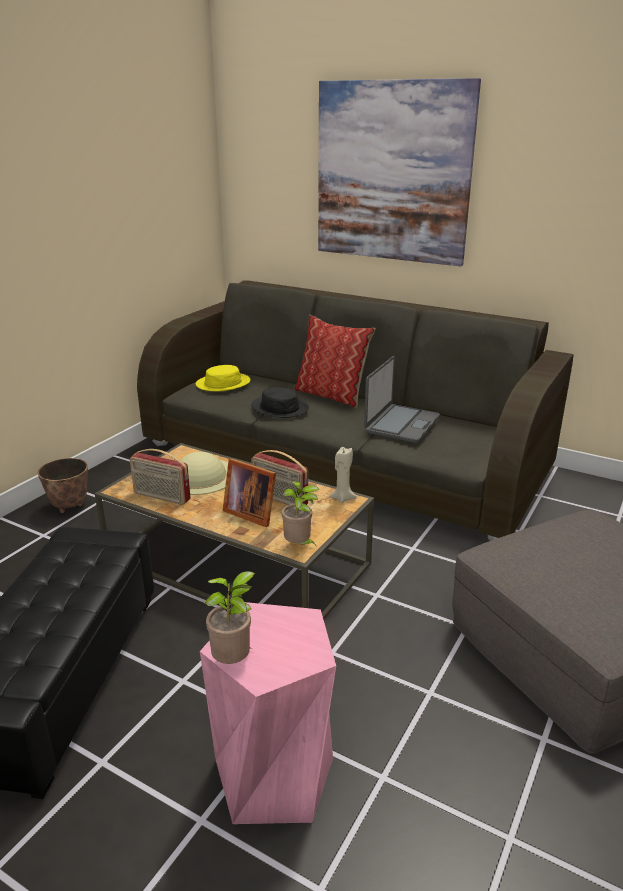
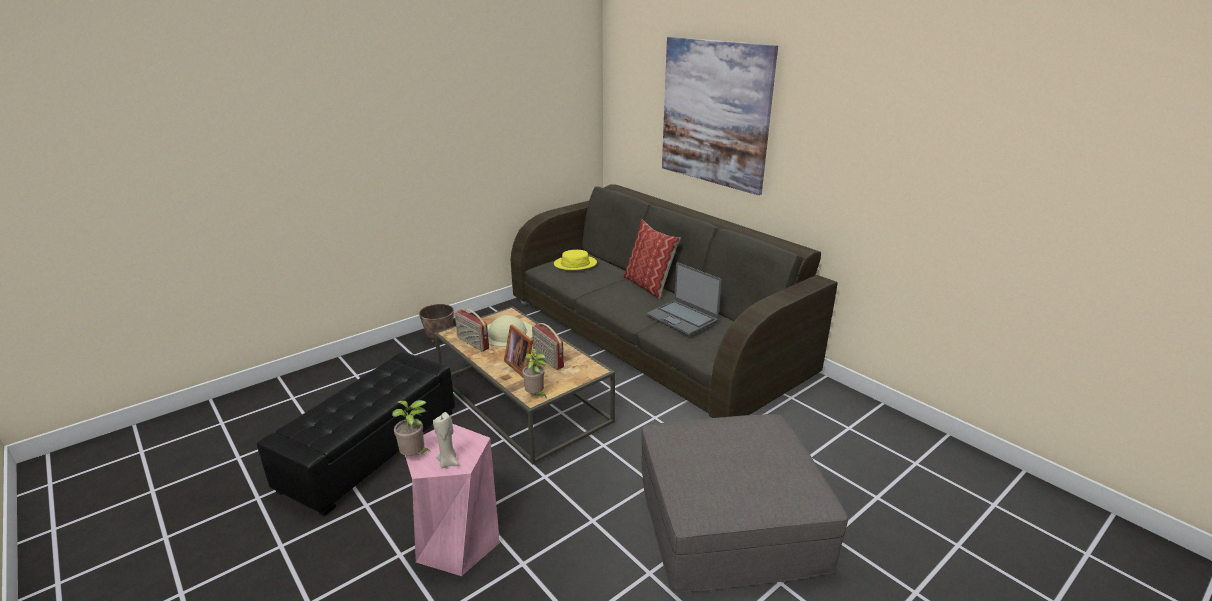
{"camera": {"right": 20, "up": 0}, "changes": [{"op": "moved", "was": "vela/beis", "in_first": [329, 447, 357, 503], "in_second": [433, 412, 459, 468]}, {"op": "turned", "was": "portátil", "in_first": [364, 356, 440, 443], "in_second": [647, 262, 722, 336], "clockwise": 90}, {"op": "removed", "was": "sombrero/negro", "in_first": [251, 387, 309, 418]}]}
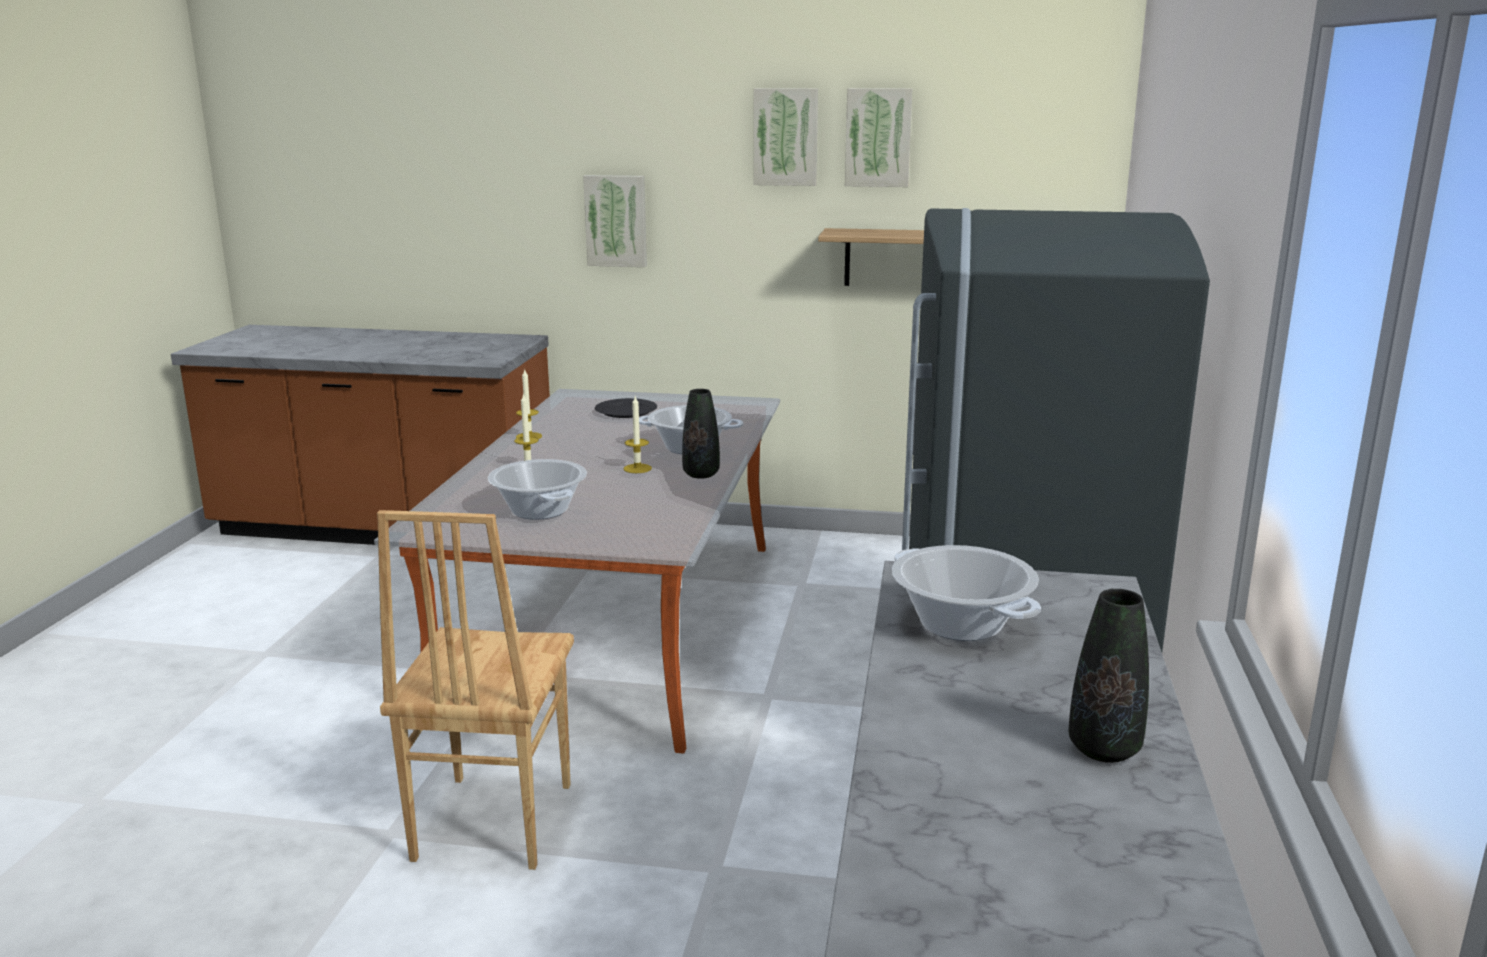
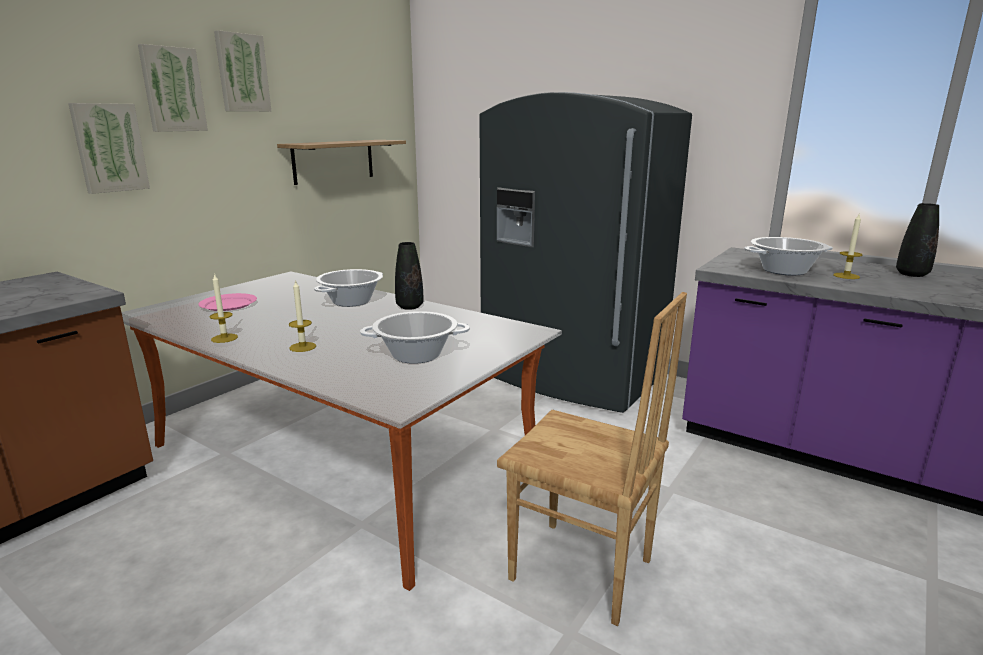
{"camera": {"right": -65, "up": 0}, "changes": [{"op": "moved", "was": "cuadro", "in_first": [845, 88, 913, 187], "in_second": [138, 44, 208, 132]}, {"op": "recoloured", "was": "plato/negro", "now": "plato/rosa", "in_first": [595, 398, 657, 418], "in_second": [198, 293, 257, 311]}, {"op": "moved", "was": "vela", "in_first": [623, 396, 652, 473], "in_second": [833, 214, 863, 279]}]}
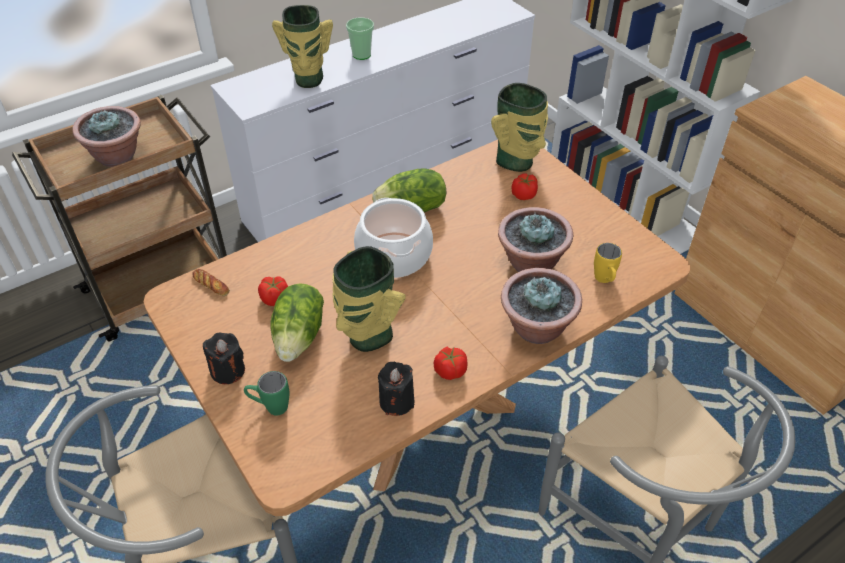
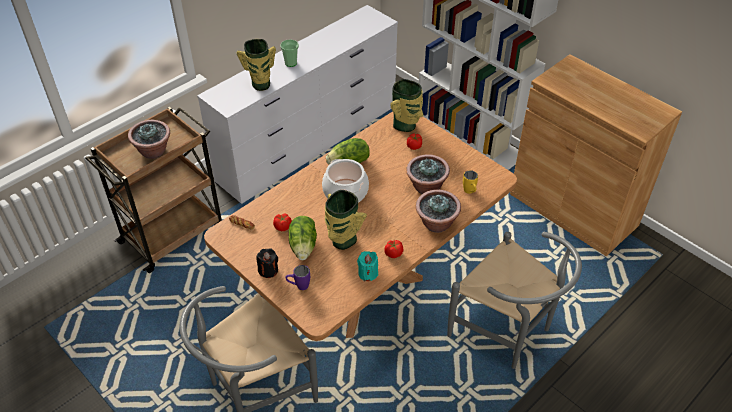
{"camera": {"right": -10, "up": 0}, "changes": [{"op": "recoloured", "was": "taza grande/verde", "now": "taza grande/morado", "in_first": [244, 371, 289, 416], "in_second": [286, 265, 310, 290]}, {"op": "recoloured", "was": "vela/negro", "now": "vela/turquesa", "in_first": [378, 362, 415, 416], "in_second": [357, 251, 378, 281]}]}
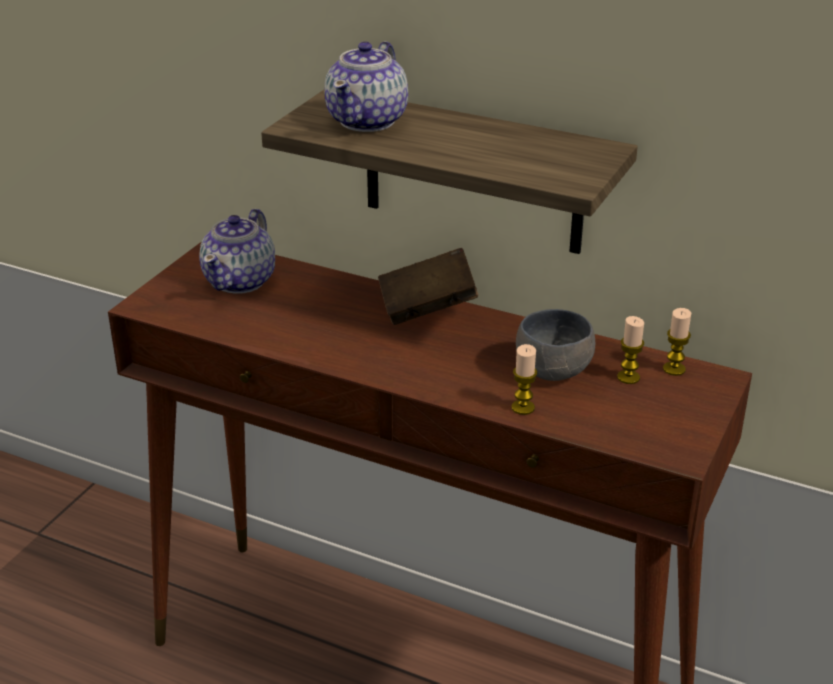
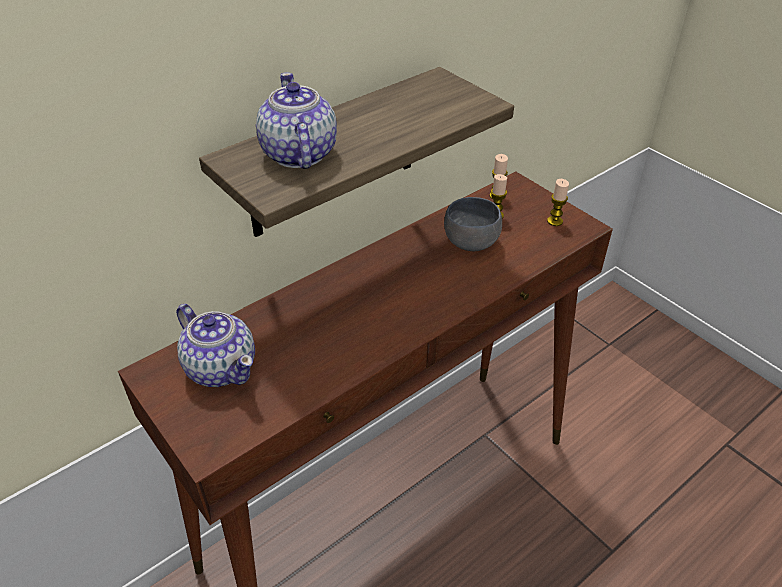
{"camera": {"right": -65, "up": 10}, "changes": [{"op": "turned", "was": "tetera", "in_first": [324, 41, 408, 132], "in_second": [256, 72, 337, 169], "clockwise": -150}, {"op": "moved", "was": "vela", "in_first": [511, 344, 537, 415], "in_second": [547, 179, 569, 226]}, {"op": "removed", "was": "libro/marrón", "in_first": [378, 248, 479, 325]}]}
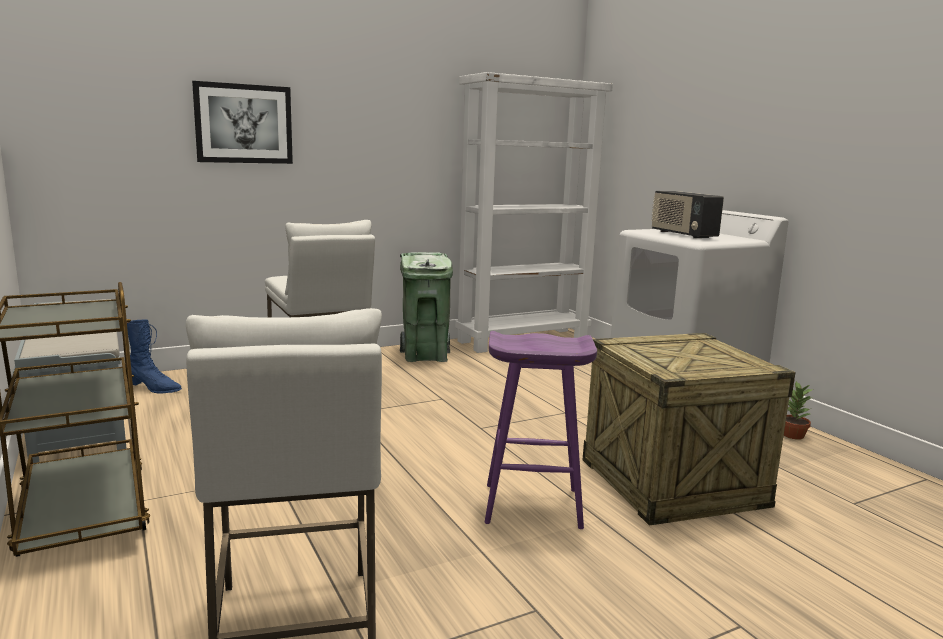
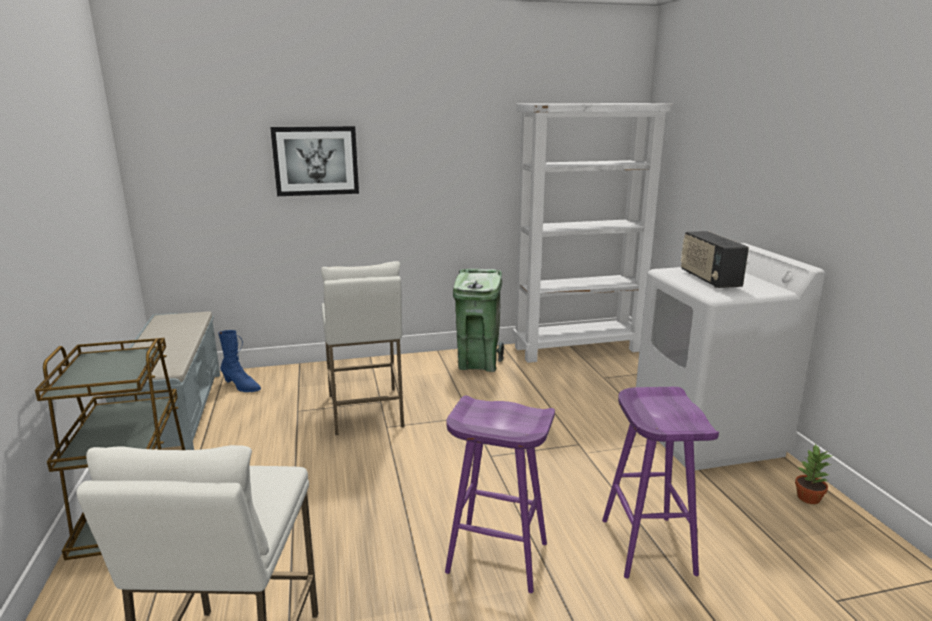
{"camera": {"right": 15, "up": 5}, "changes": [{"op": "replaced", "was": "caja de embalaje", "now": "taburete/morado", "in_first": [583, 333, 796, 526], "in_second": [602, 387, 719, 578]}]}
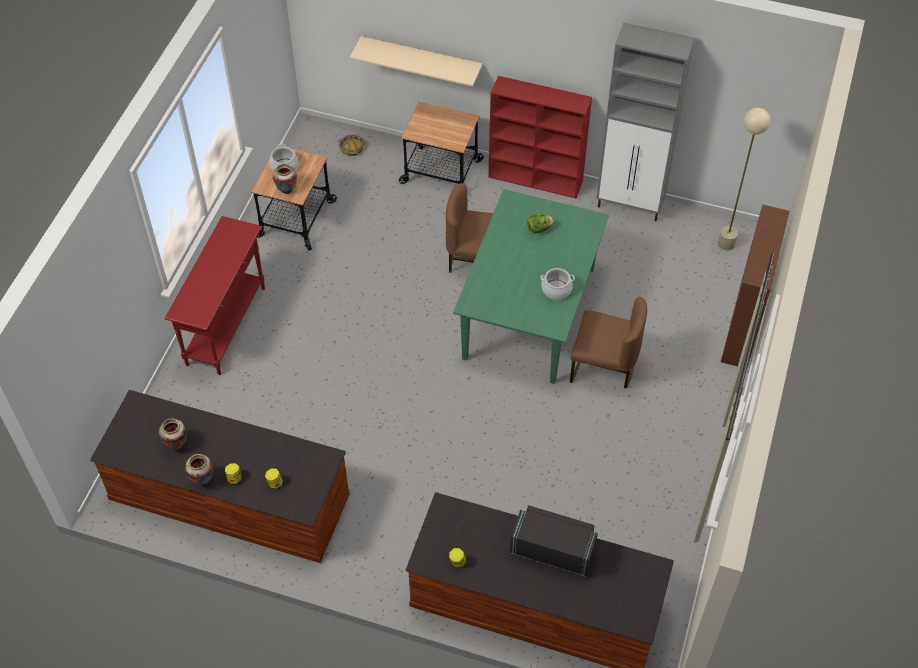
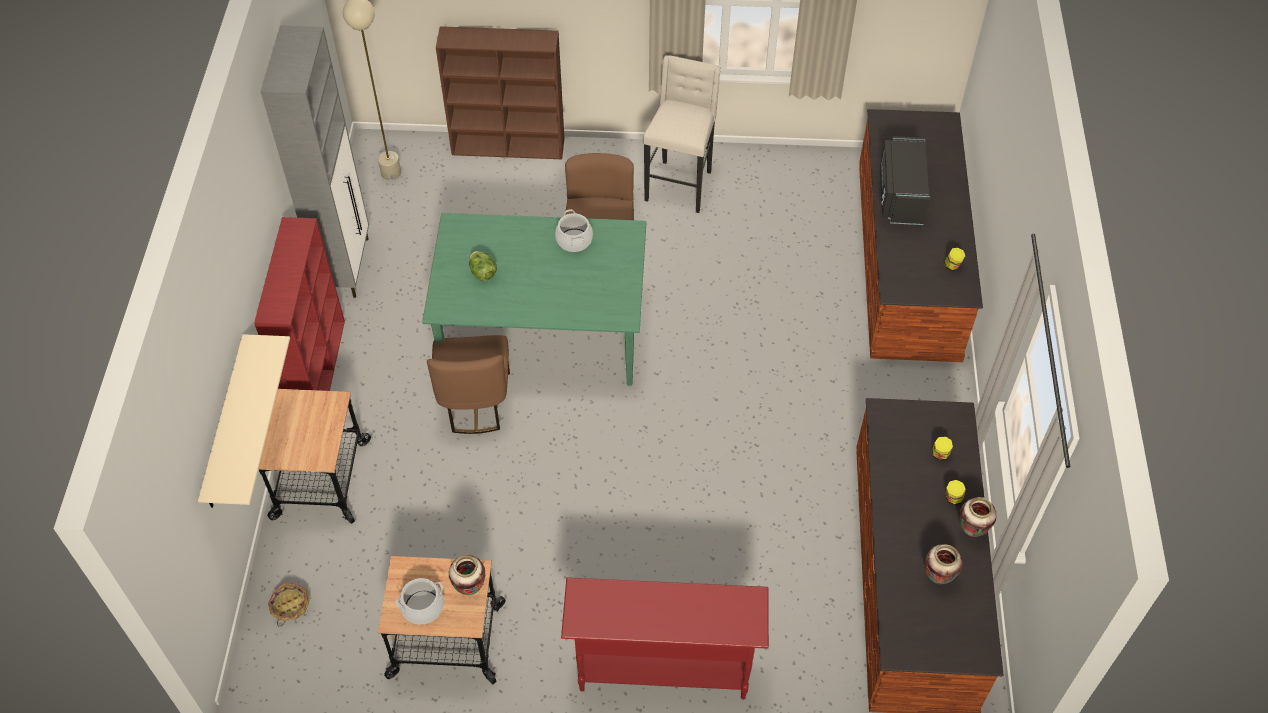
{"camera": {"right": -105, "up": 0}, "changes": [{"op": "added", "now": "taburete/beis", "in_second": [643, 55, 721, 213]}]}
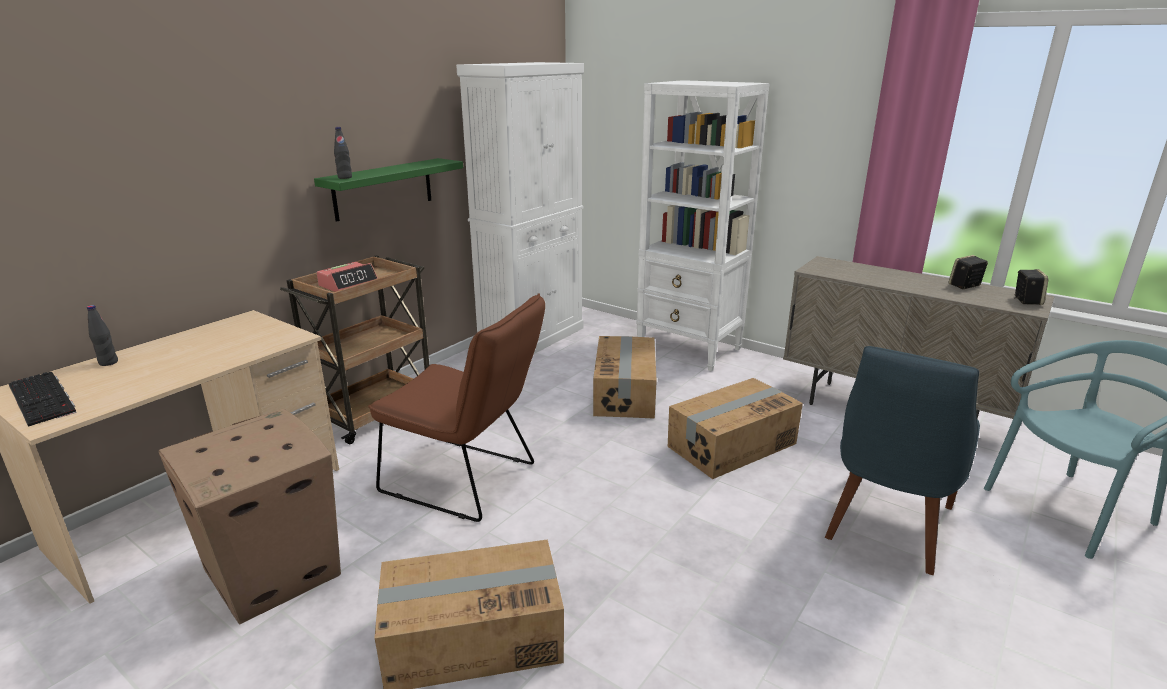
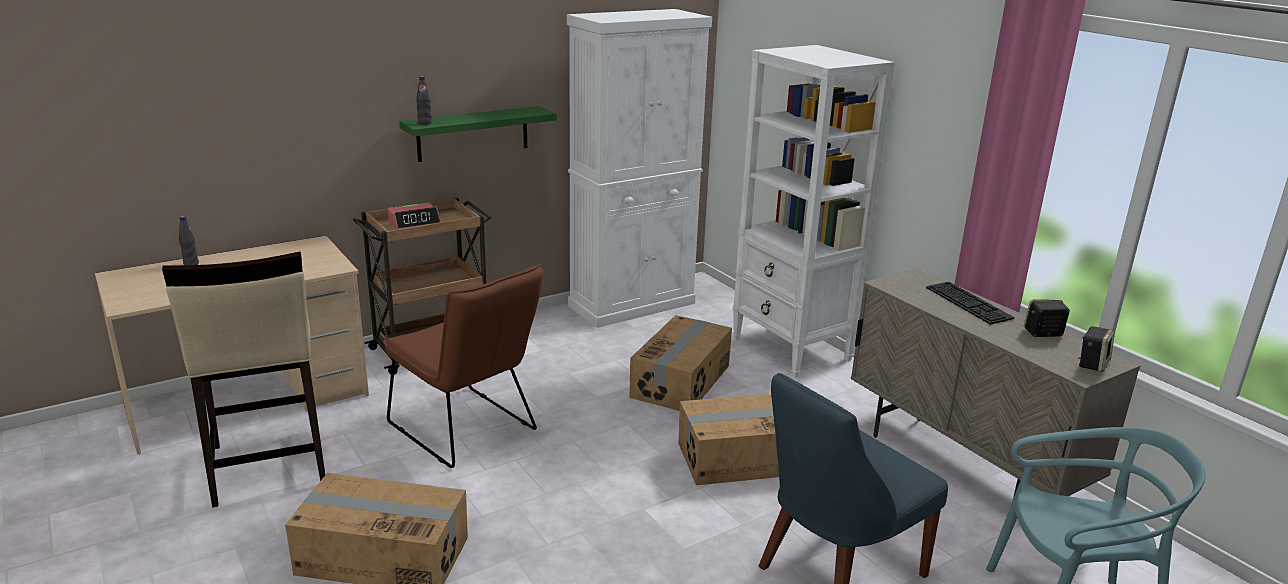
{"camera": {"right": 20, "up": 0}, "changes": [{"op": "replaced", "was": "caja de cartón", "now": "taburete/beis", "in_first": [159, 409, 341, 625], "in_second": [162, 251, 325, 508]}, {"op": "moved", "was": "teclado", "in_first": [9, 372, 77, 427], "in_second": [926, 282, 1015, 325]}]}
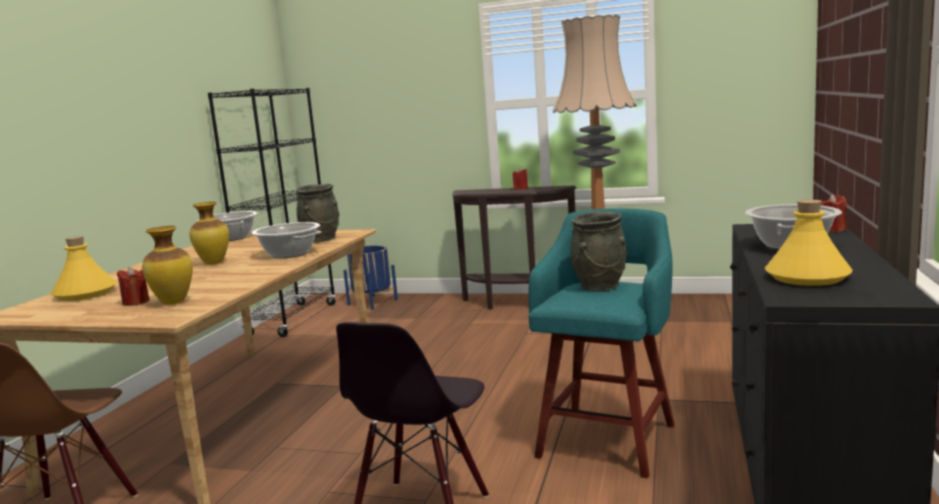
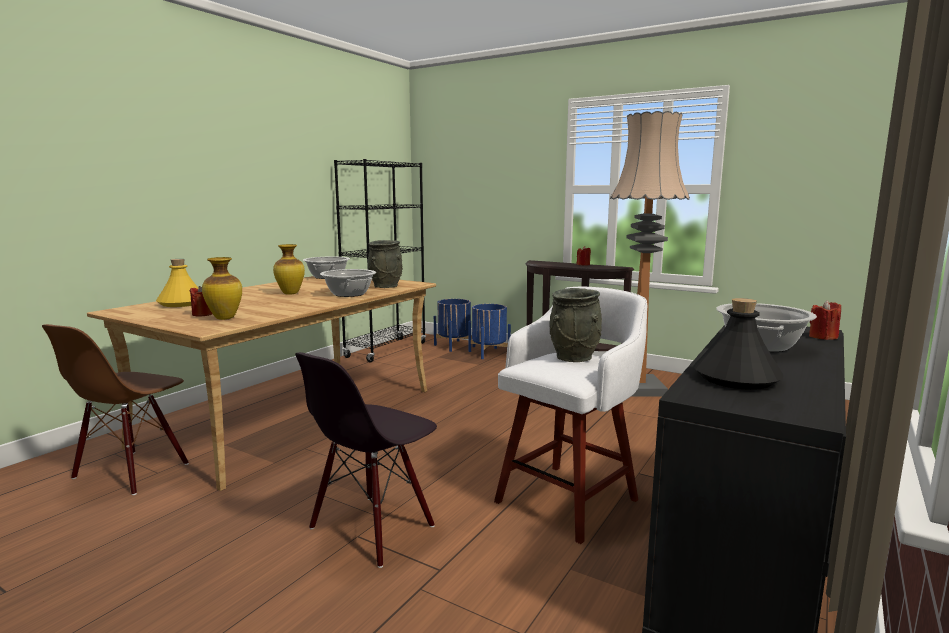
{"camera": {"right": 15, "up": 0}, "changes": [{"op": "added", "now": "maceta/azul", "in_second": [469, 304, 511, 359]}, {"op": "recoloured", "was": "taburete/turquesa", "now": "taburete/blanco", "in_first": [528, 208, 675, 478], "in_second": [494, 287, 647, 544]}, {"op": "recoloured", "was": "botella/amarillo", "now": "botella/negro", "in_first": [765, 200, 852, 286], "in_second": [694, 298, 783, 390]}]}
